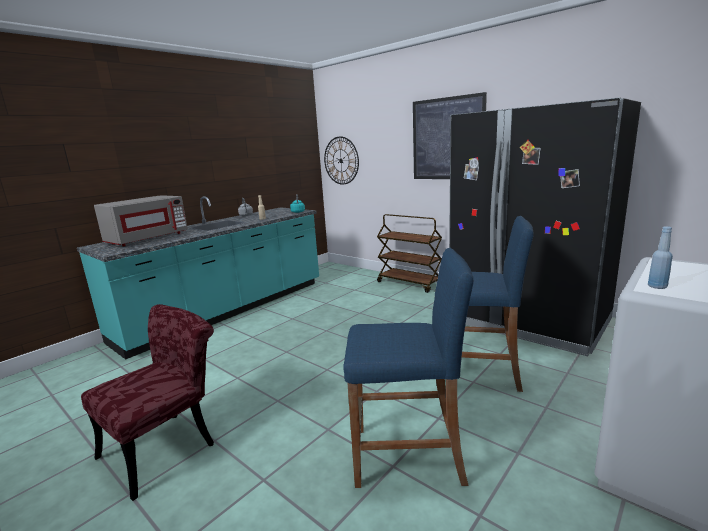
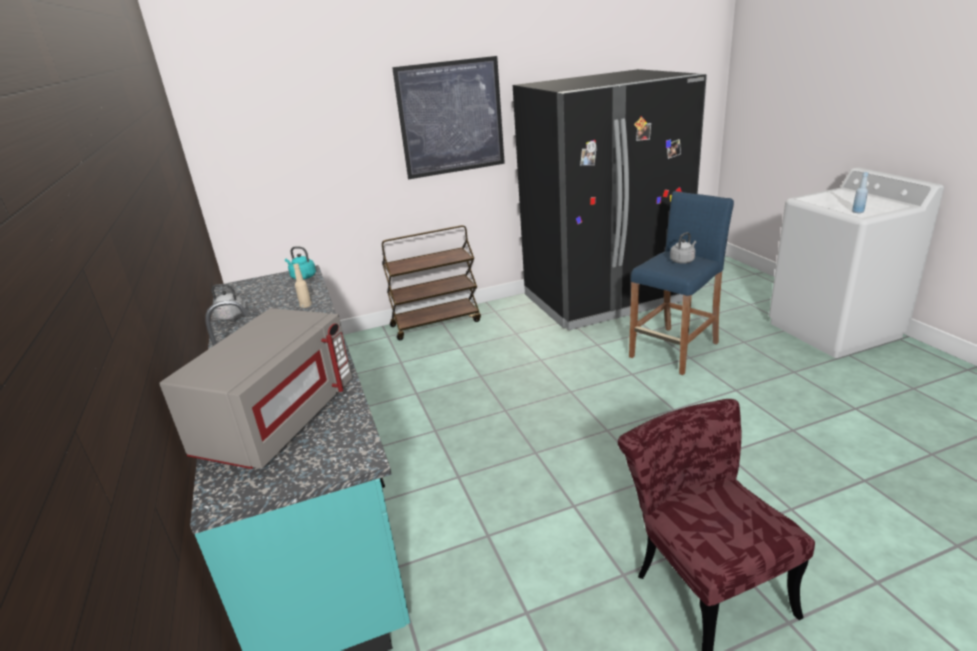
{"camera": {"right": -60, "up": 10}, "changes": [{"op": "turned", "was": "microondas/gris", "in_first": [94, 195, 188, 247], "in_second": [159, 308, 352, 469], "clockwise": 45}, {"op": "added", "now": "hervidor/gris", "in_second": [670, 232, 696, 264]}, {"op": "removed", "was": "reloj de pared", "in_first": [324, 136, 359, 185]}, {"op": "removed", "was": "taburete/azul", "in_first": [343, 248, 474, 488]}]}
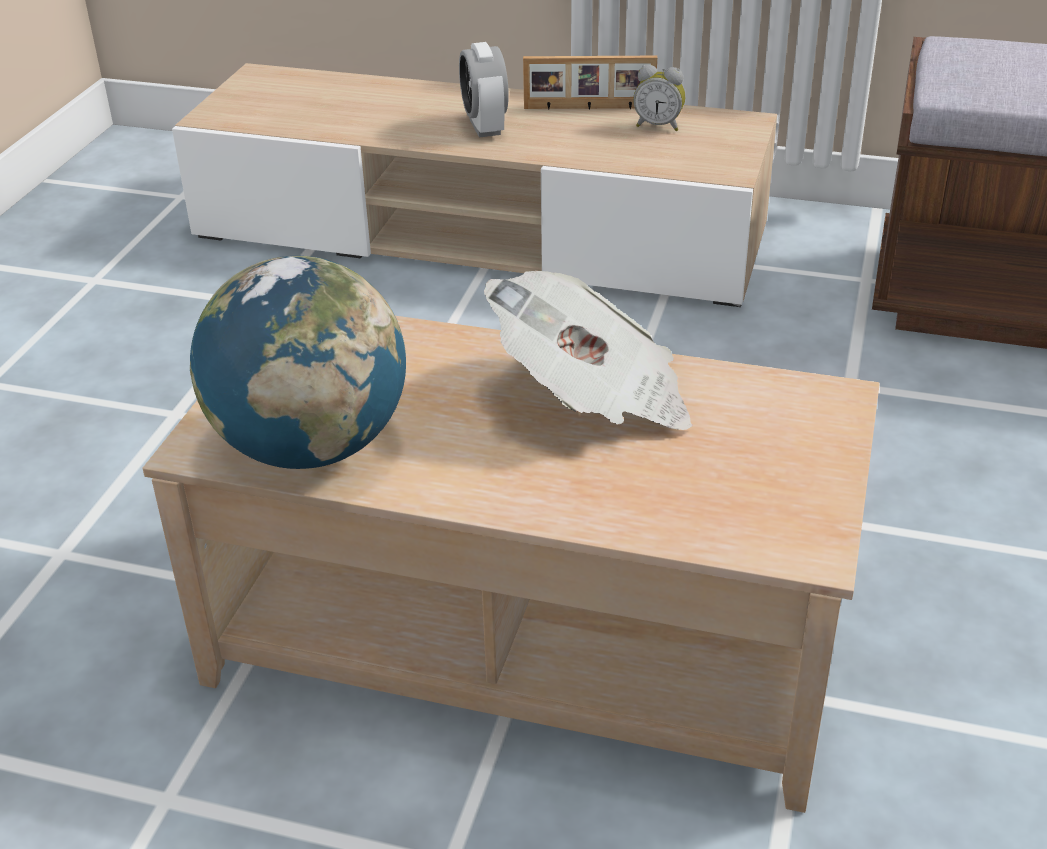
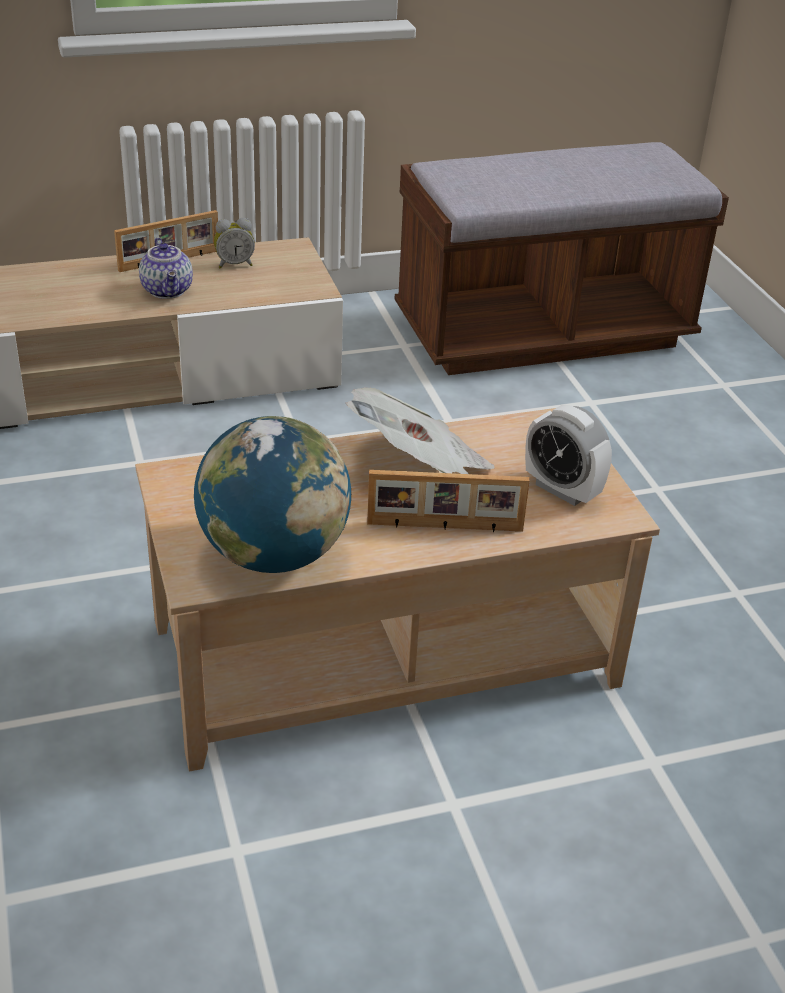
{"camera": {"right": -35, "up": 0}, "changes": [{"op": "added", "now": "tetera", "in_second": [139, 238, 193, 299]}, {"op": "added", "now": "portarretratos", "in_second": [367, 470, 529, 532]}, {"op": "moved", "was": "despertador", "in_first": [459, 42, 509, 138], "in_second": [525, 405, 612, 506]}]}
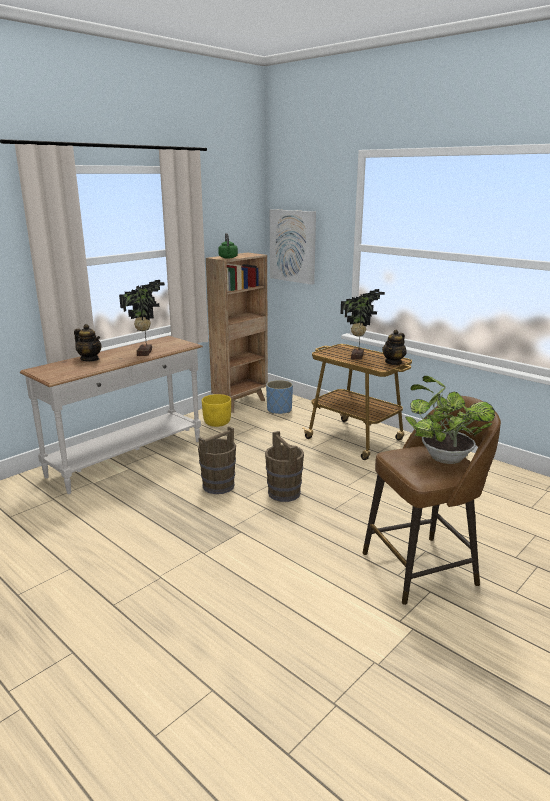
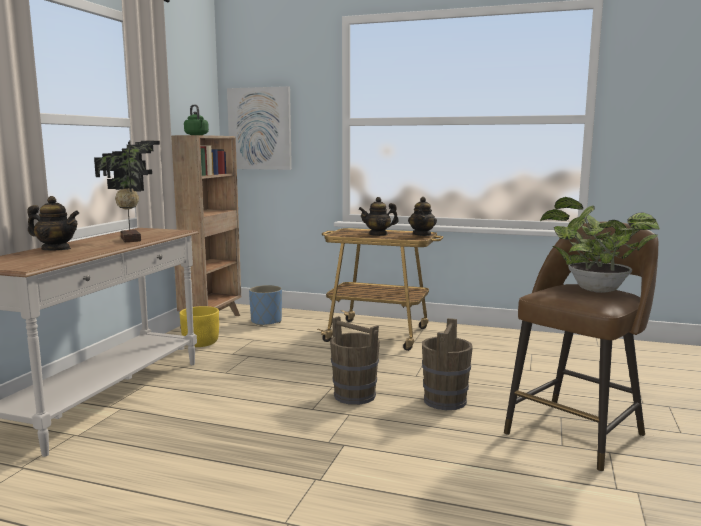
{"camera": {"right": -25, "up": -10}, "changes": [{"op": "replaced", "was": "planta en maceta", "now": "tetera", "in_first": [340, 289, 385, 360], "in_second": [359, 197, 399, 236]}, {"op": "moved", "was": "cubo/marrón", "in_first": [198, 426, 236, 494], "in_second": [422, 318, 473, 410]}]}
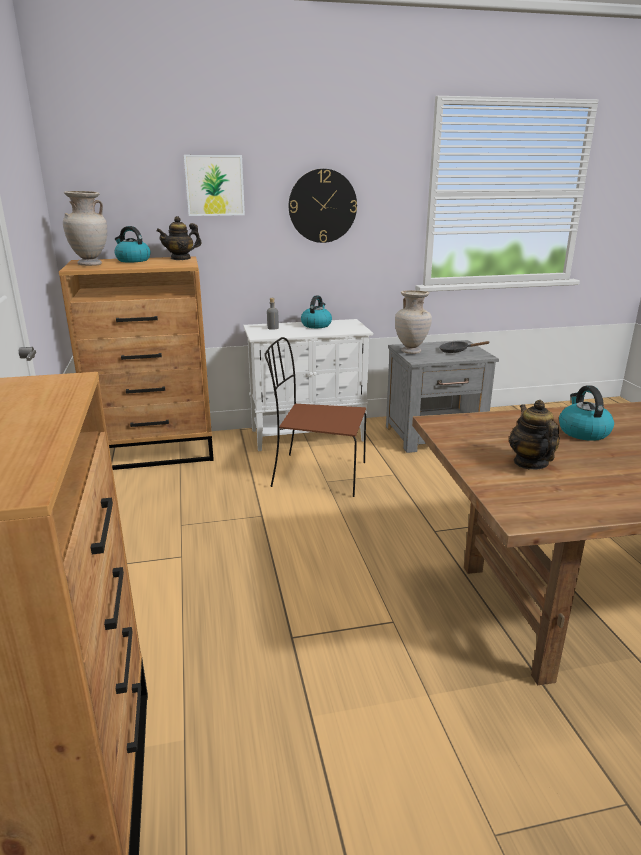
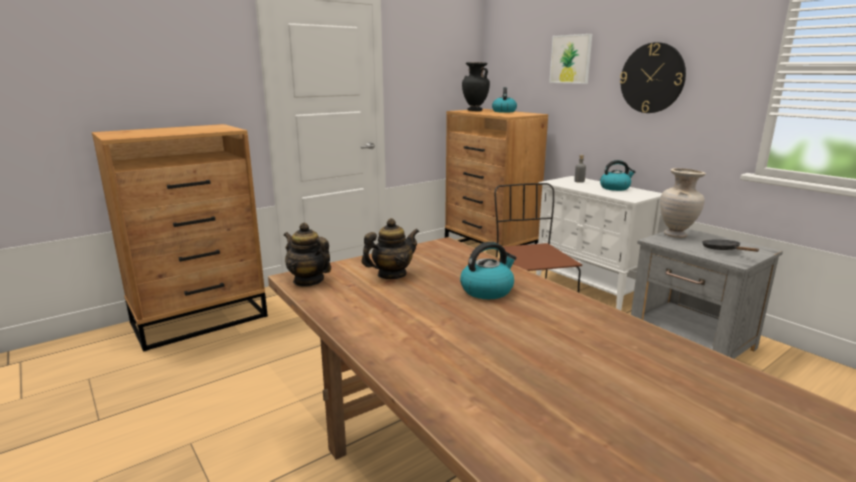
{"camera": {"right": 65, "up": -5}, "changes": [{"op": "moved", "was": "tetera", "in_first": [156, 216, 202, 260], "in_second": [284, 223, 331, 287]}, {"op": "recoloured", "was": "florero/beis", "now": "florero/negro", "in_first": [63, 191, 107, 266], "in_second": [462, 62, 490, 111]}]}
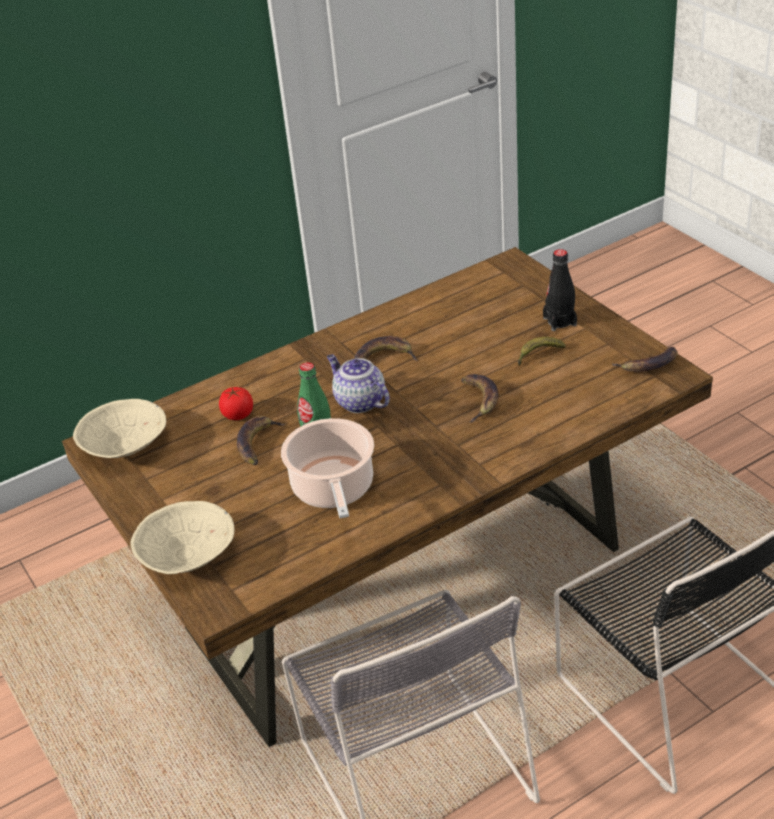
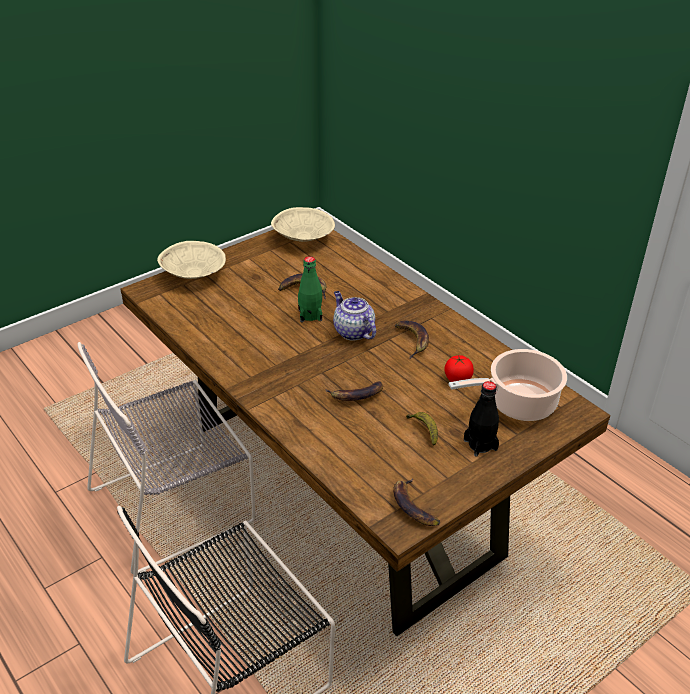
{"camera": {"right": 80, "up": 0}, "changes": [{"op": "turned", "was": "tetera", "in_first": [327, 354, 390, 413], "in_second": [333, 291, 376, 341], "clockwise": -75}, {"op": "moved", "was": "tomate", "in_first": [219, 387, 253, 420], "in_second": [445, 355, 474, 382]}, {"op": "moved", "was": "olla", "in_first": [281, 418, 374, 518], "in_second": [448, 349, 567, 421]}]}
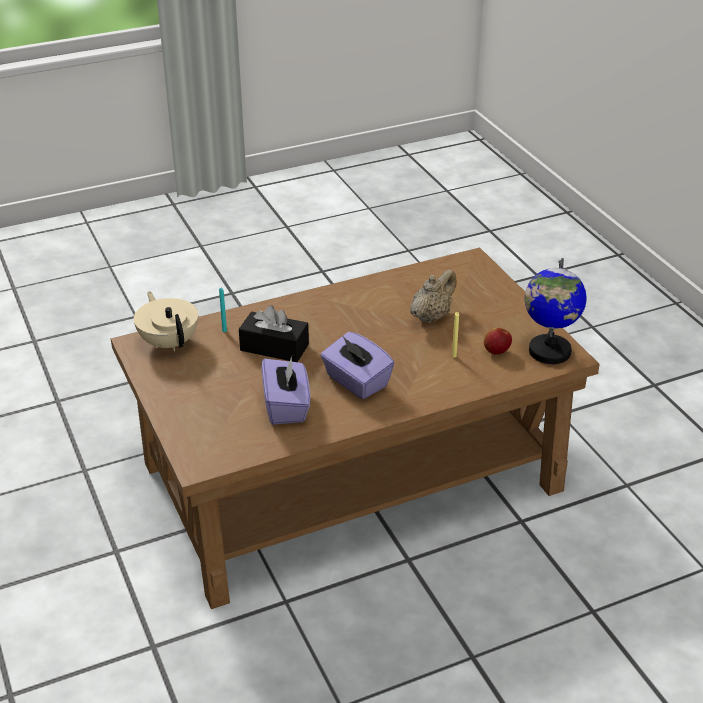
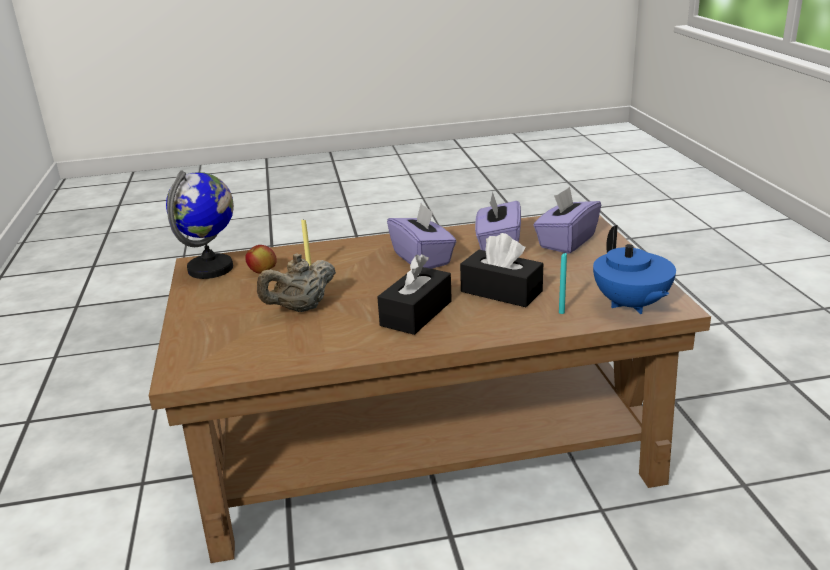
{"camera": {"right": -165, "up": -10}, "changes": [{"op": "added", "now": "caja de pañuelos/negro", "in_second": [377, 254, 452, 335]}, {"op": "added", "now": "caja de pañuelos/morado", "in_second": [533, 187, 601, 254]}, {"op": "recoloured", "was": "tetera/beis", "now": "tetera/azul", "in_first": [134, 291, 198, 351], "in_second": [593, 225, 676, 314]}]}
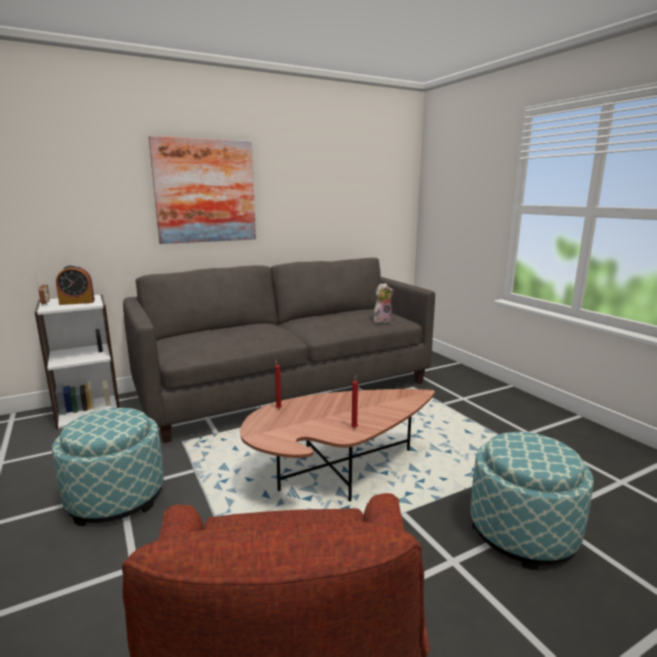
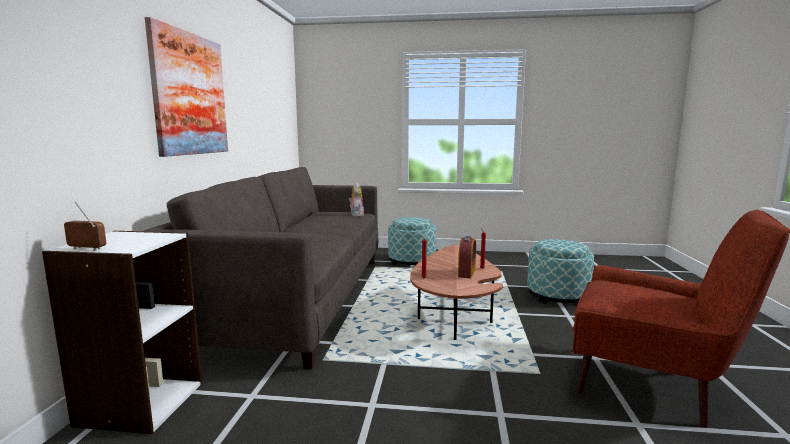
{"camera": {"right": -55, "up": -5}, "changes": [{"op": "moved", "was": "puf", "in_first": [52, 408, 164, 526], "in_second": [388, 217, 436, 265]}, {"op": "moved", "was": "despertador", "in_first": [56, 265, 95, 305], "in_second": [458, 236, 476, 278]}]}
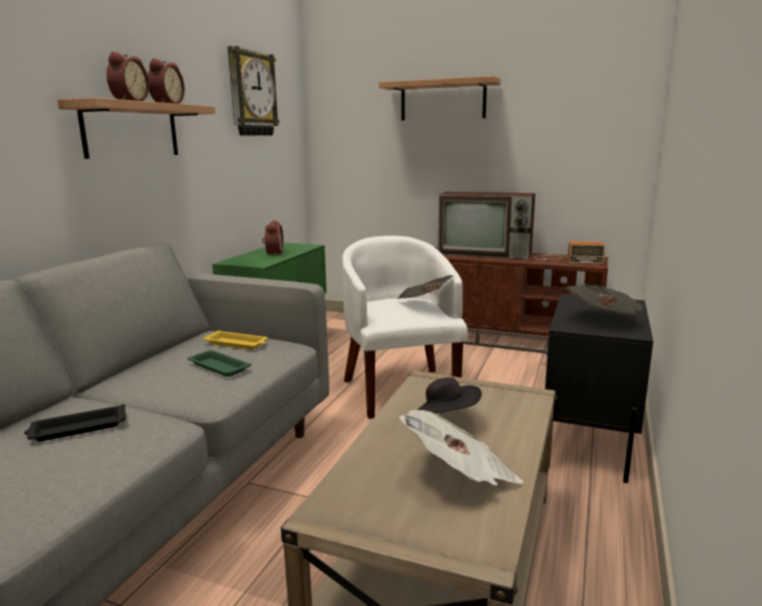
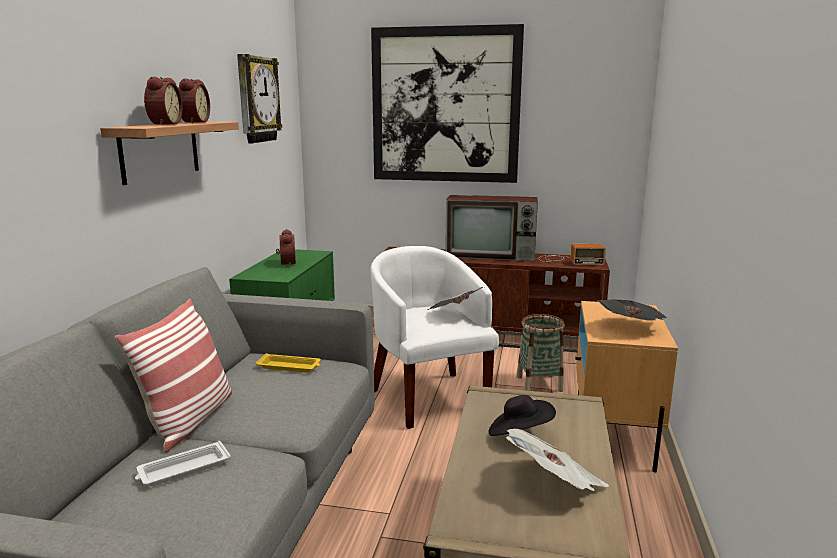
{"camera": {"right": -10, "up": 0}, "changes": [{"op": "added", "now": "cojín", "in_second": [115, 298, 232, 453]}, {"op": "recoloured", "was": "bandeja/negro", "now": "bandeja/blanco", "in_first": [24, 404, 126, 442], "in_second": [135, 441, 231, 486]}, {"op": "replaced", "was": "estante", "now": "cuadro", "in_first": [379, 76, 501, 120], "in_second": [371, 24, 524, 183]}, {"op": "added", "now": "cesta", "in_second": [517, 314, 565, 392]}, {"op": "recoloured", "was": "mesita de noche/negro", "now": "mesita de noche/beis", "in_first": [545, 294, 653, 483], "in_second": [575, 301, 678, 473]}, {"op": "removed", "was": "bandeja/verde", "in_first": [187, 350, 251, 377]}]}
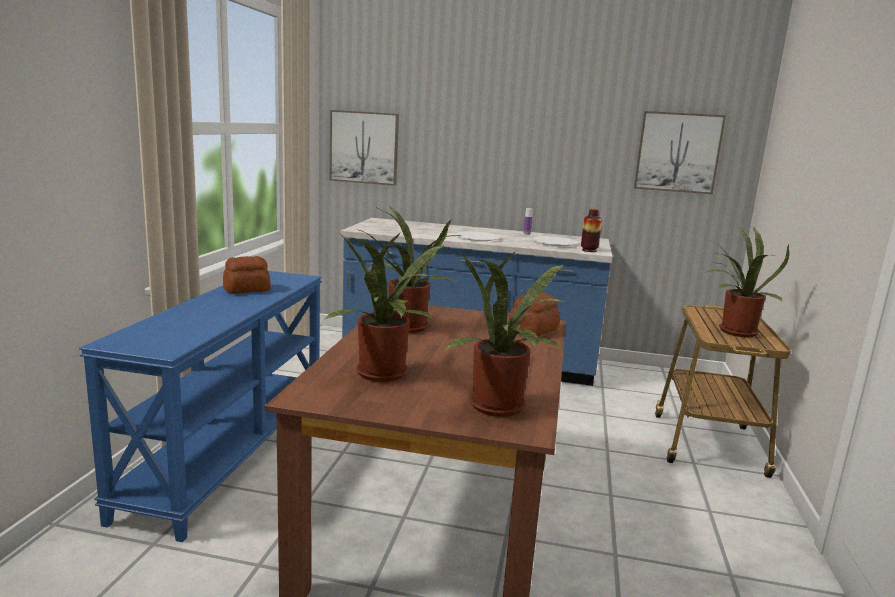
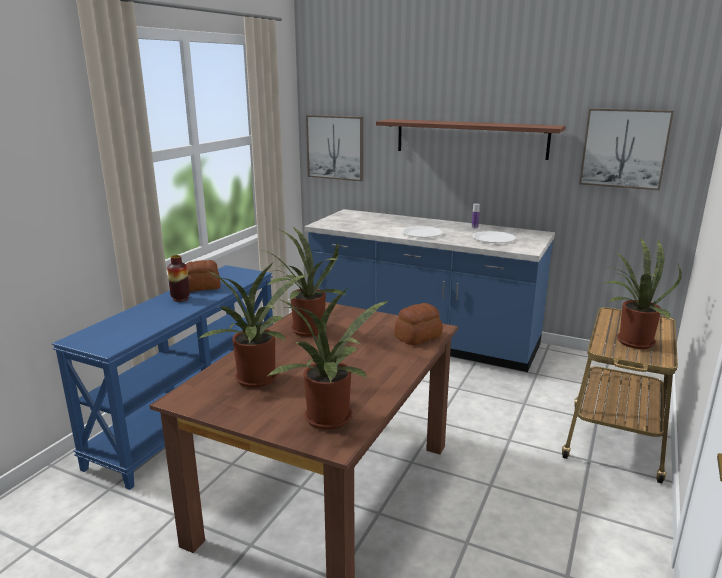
{"camera": {"right": 15, "up": 5}, "changes": [{"op": "moved", "was": "florero", "in_first": [581, 209, 602, 252], "in_second": [167, 255, 190, 302]}, {"op": "added", "now": "estante", "in_second": [376, 119, 566, 160]}]}
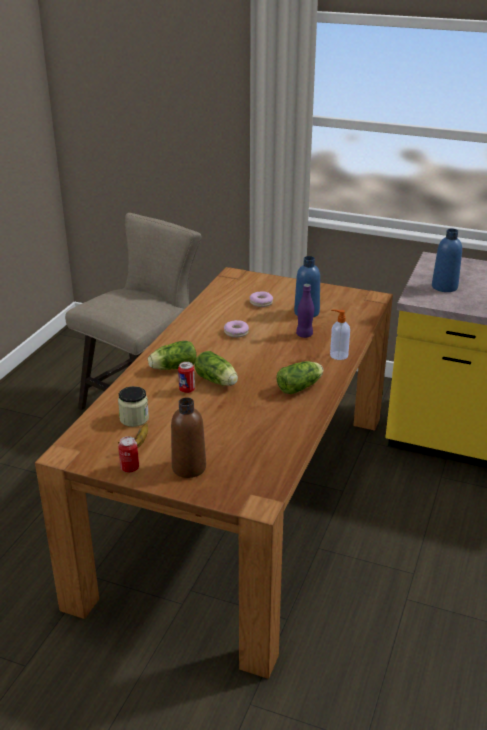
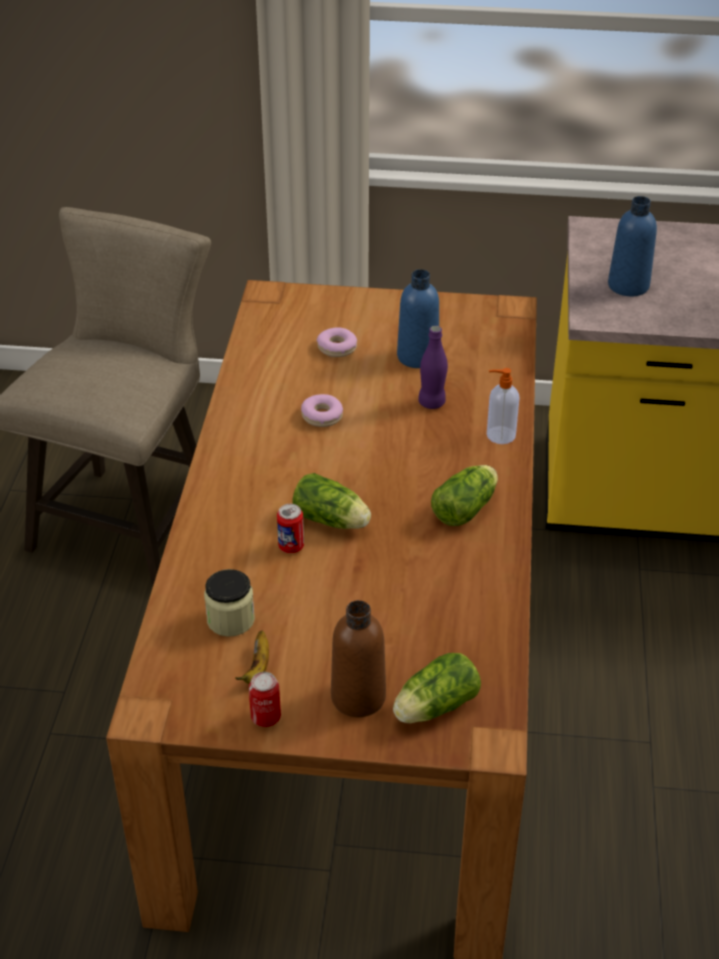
{"camera": {"right": -15, "up": 10}, "changes": [{"op": "moved", "was": "lechuga", "in_first": [148, 341, 197, 370], "in_second": [393, 653, 481, 723]}]}
